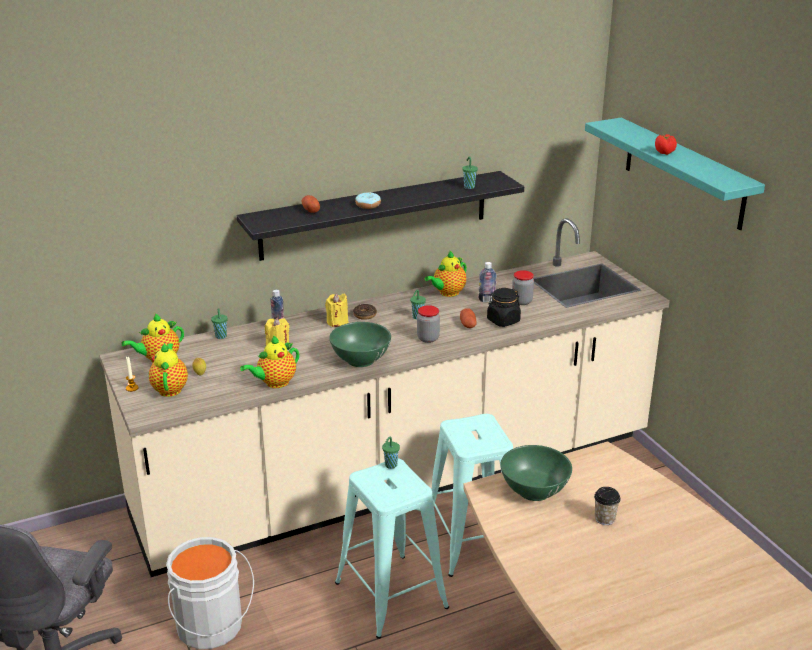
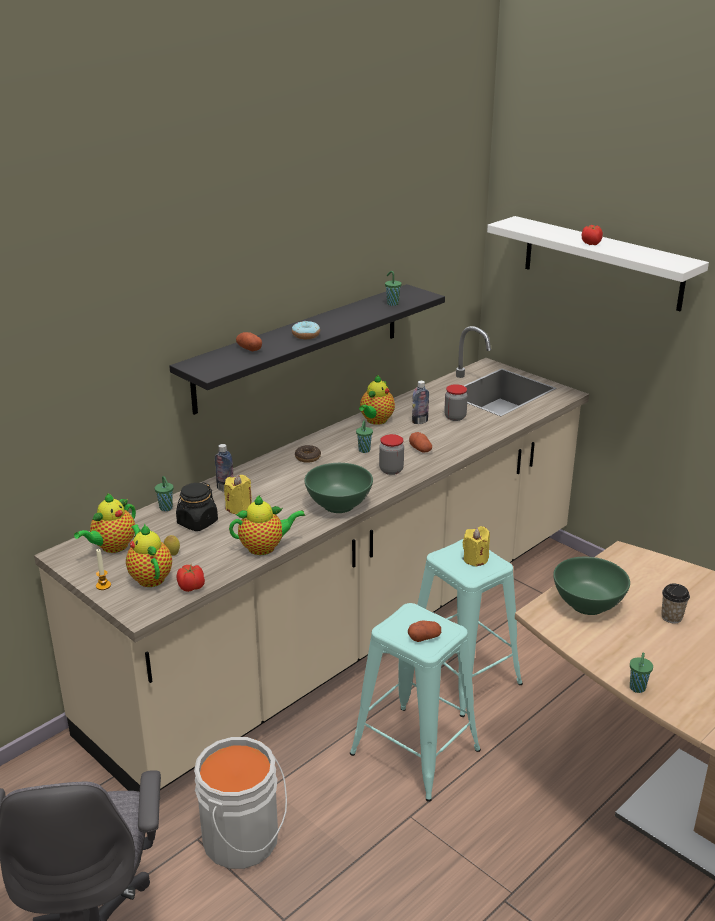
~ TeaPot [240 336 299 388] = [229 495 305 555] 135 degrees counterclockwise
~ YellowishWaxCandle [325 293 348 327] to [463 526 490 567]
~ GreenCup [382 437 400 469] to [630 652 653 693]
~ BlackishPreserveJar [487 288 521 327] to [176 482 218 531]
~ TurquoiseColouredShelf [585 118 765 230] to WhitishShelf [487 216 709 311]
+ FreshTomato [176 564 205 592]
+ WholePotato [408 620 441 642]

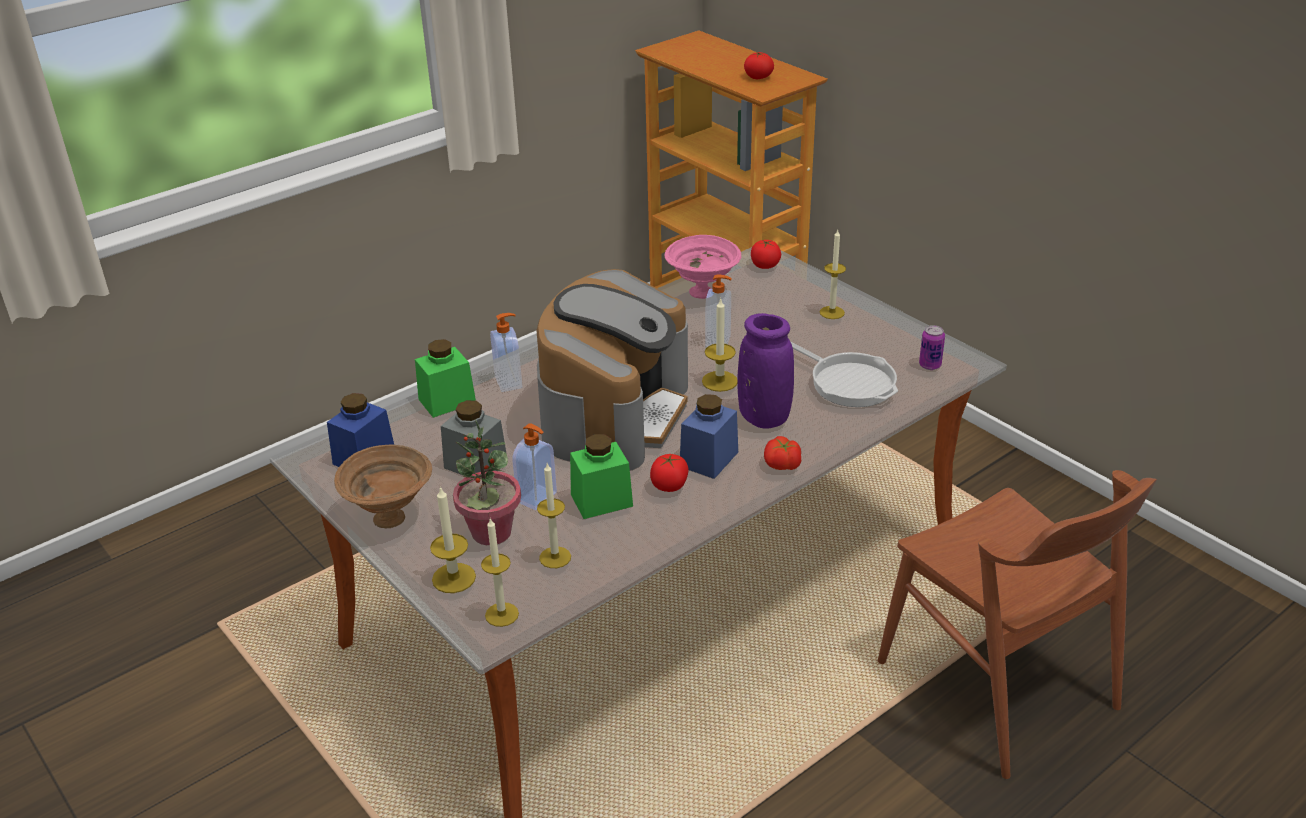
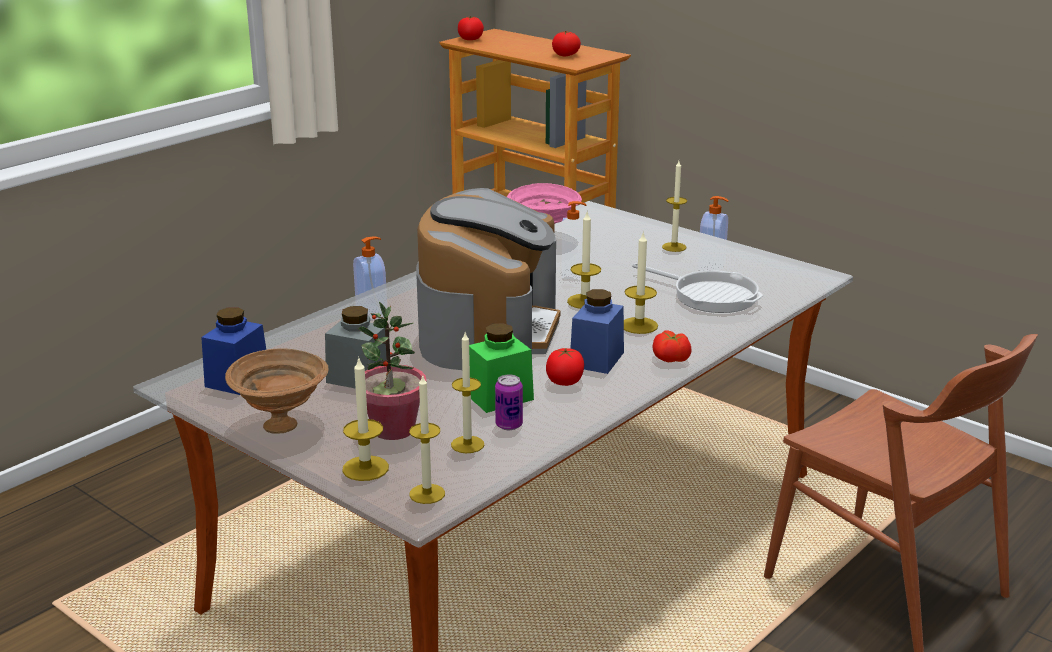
- GreenPreserveJar [415 339 476 418]
~ SoapDispenser [512 424 557 510] to [697 196 729 271]
~ PurplishFlowerVase [737 313 794 429] to WaxCandle [624 233 658 334]
~ FreshTomato [751 240 781 269] to [458 16 484 40]
~ MetalCan [919 325 945 370] to [495 374 523 430]

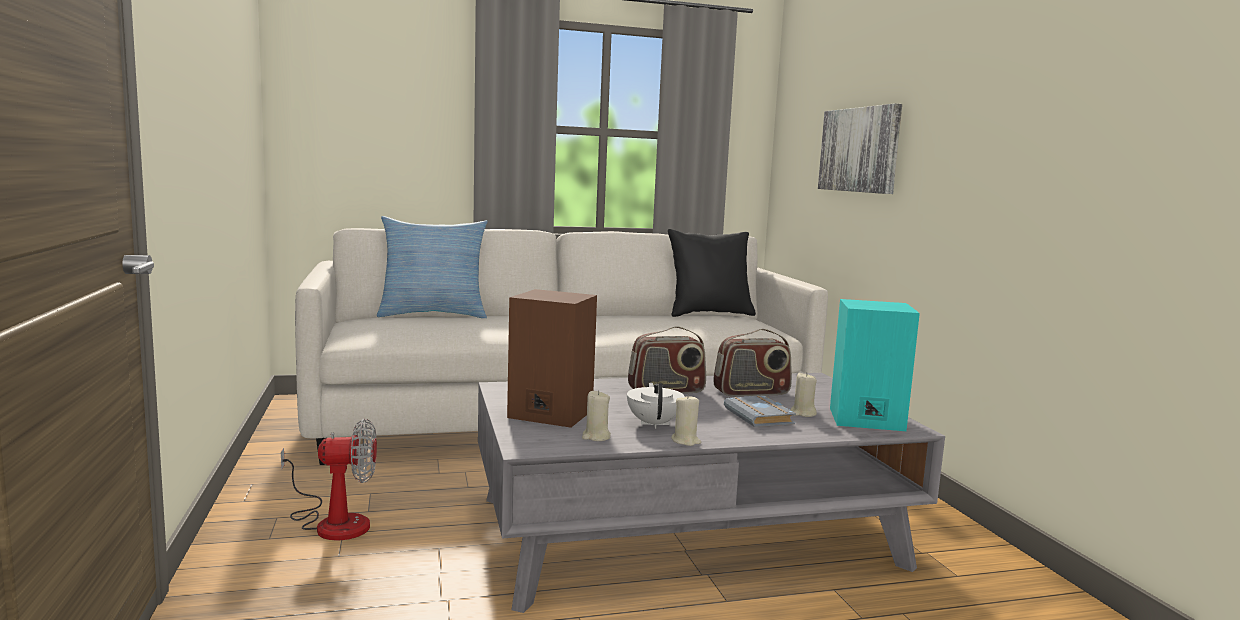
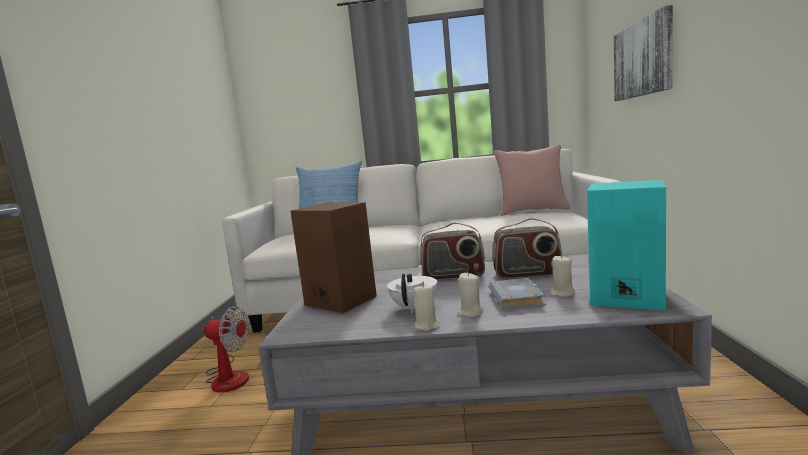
~ SandColouredWaxCandle [582 390 611 441] to [457 272 484 317]
~ BlackishCushion [668 229 756 317] to PinkishCushion [494 145 570 216]

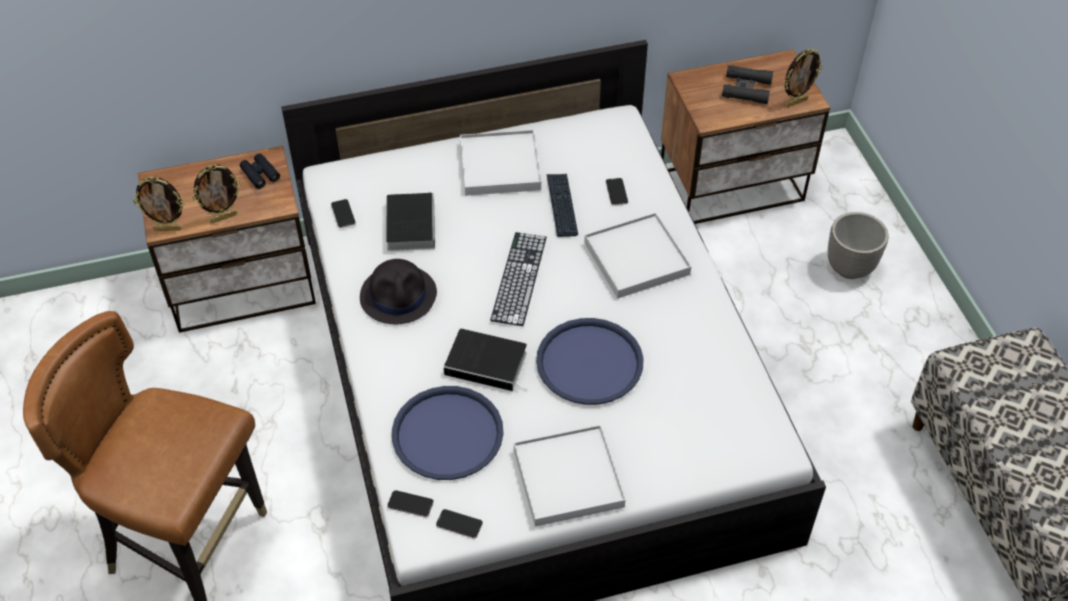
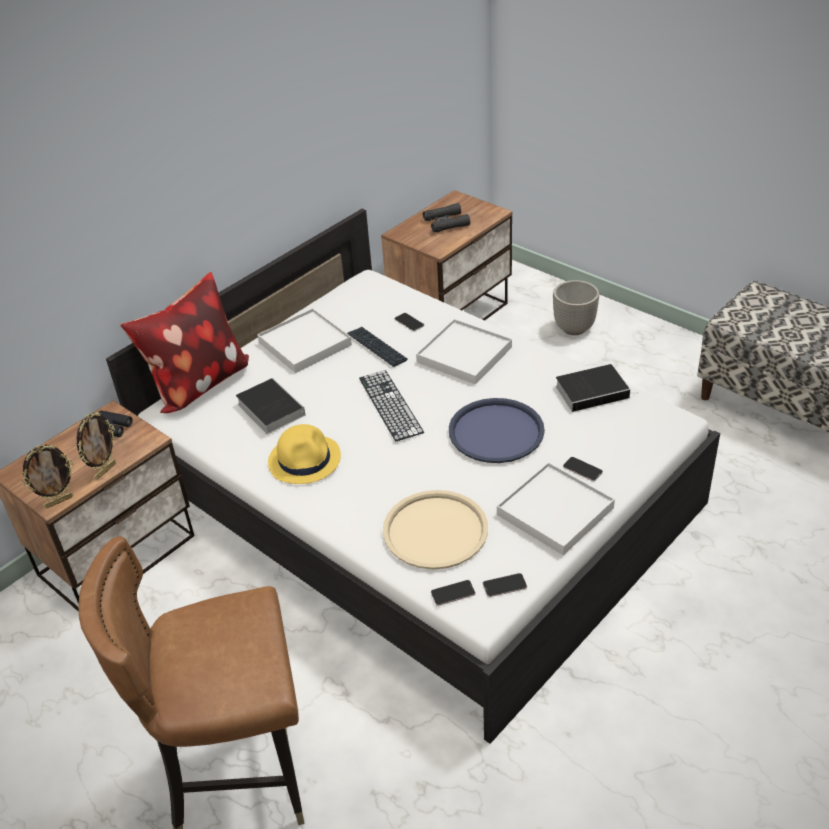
~ Phone [331 199 356 228] to [563 457 603 481]
~ BlackishClothingHat [360 259 437 324] to YellowishClothingHat [268 424 341 484]
~ BluishTray [392 386 504 480] to SandColouredTray [383 490 488 569]
~ Volume [444 329 527 392] to [556 364 639 412]
- PhotoFrame [784 49 823 107]
+ Cushion [120 272 249 413]

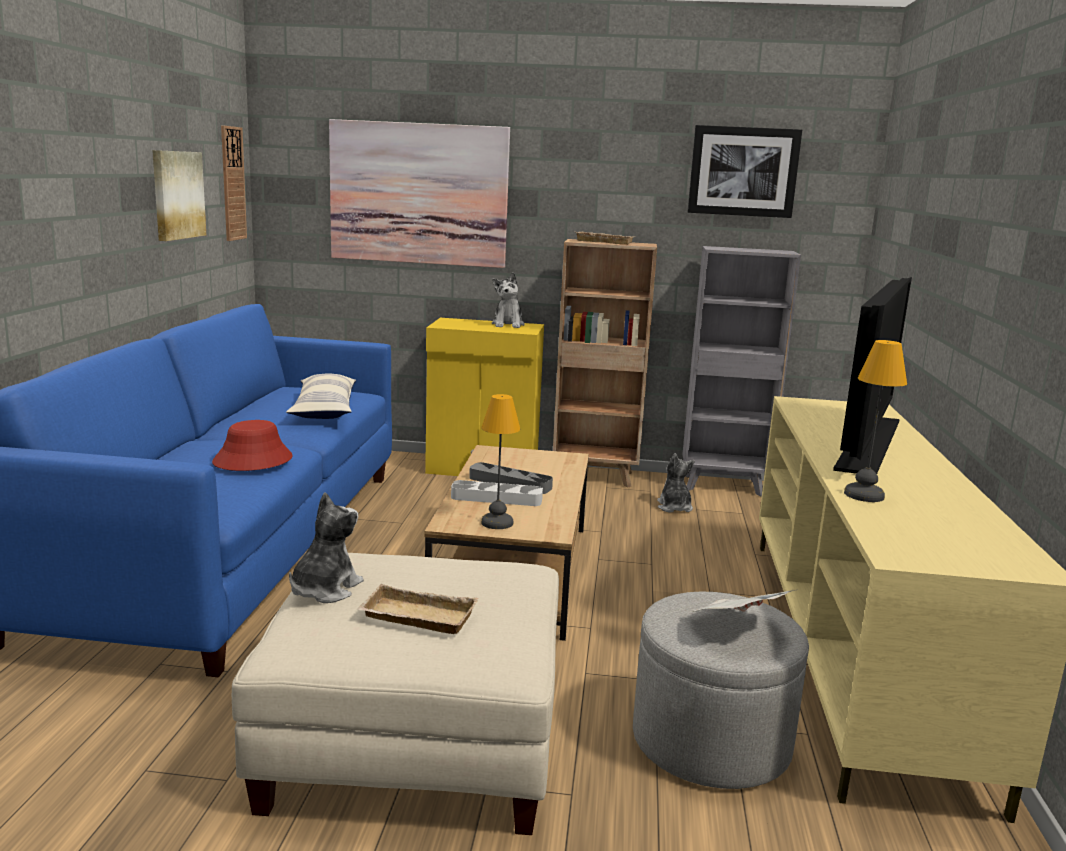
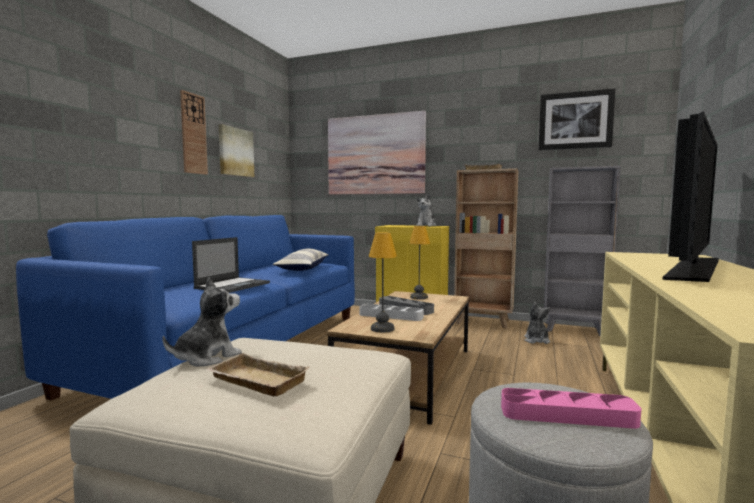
~ RedColouredClothingHat [212 420 293 471] to PortableComputer [192 237 270 293]
~ WallClock [221 125 247 241] to [180 90 208 175]
~ DailyPaper [690 590 795 612] to PinkishTray [501 388 641 429]
~ TabletopLamp [844 340 907 502] to [409 226 430 300]

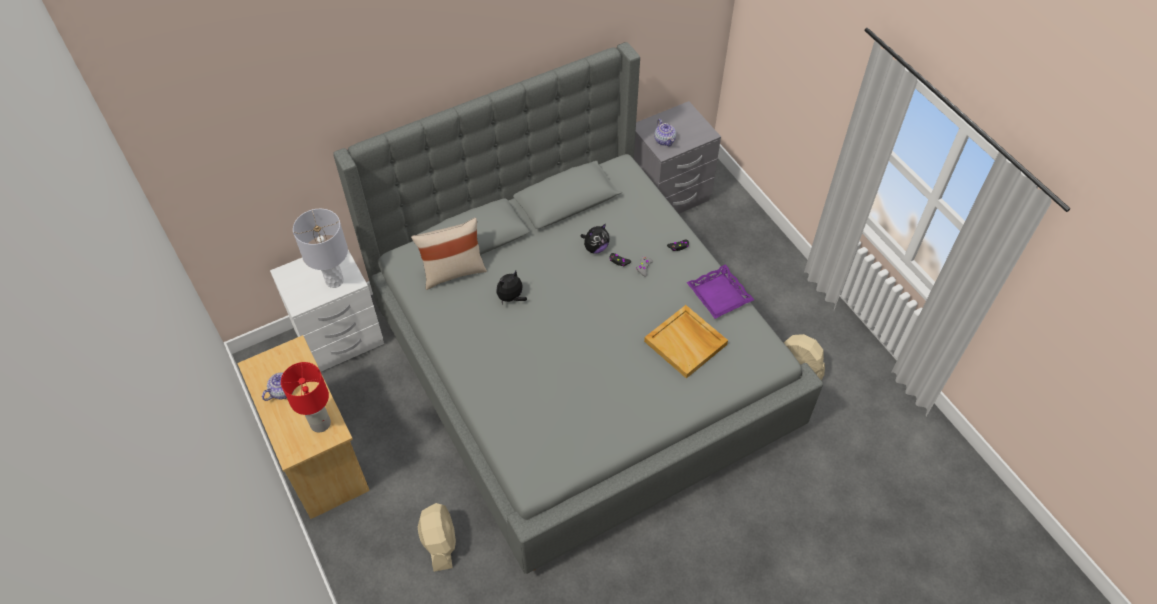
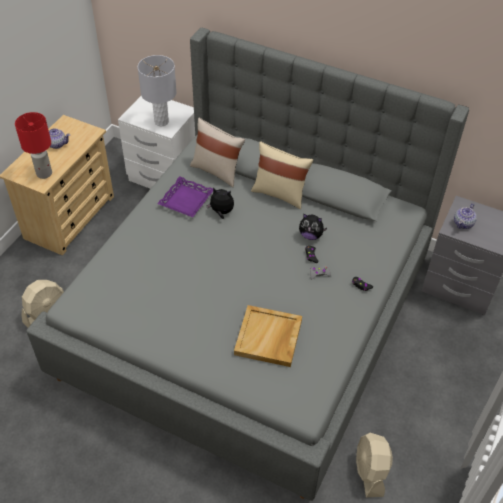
~ PurplishTray [686 264 754 319] to [157 176 213 217]
+ SandColouredCushion [251 141 313 209]

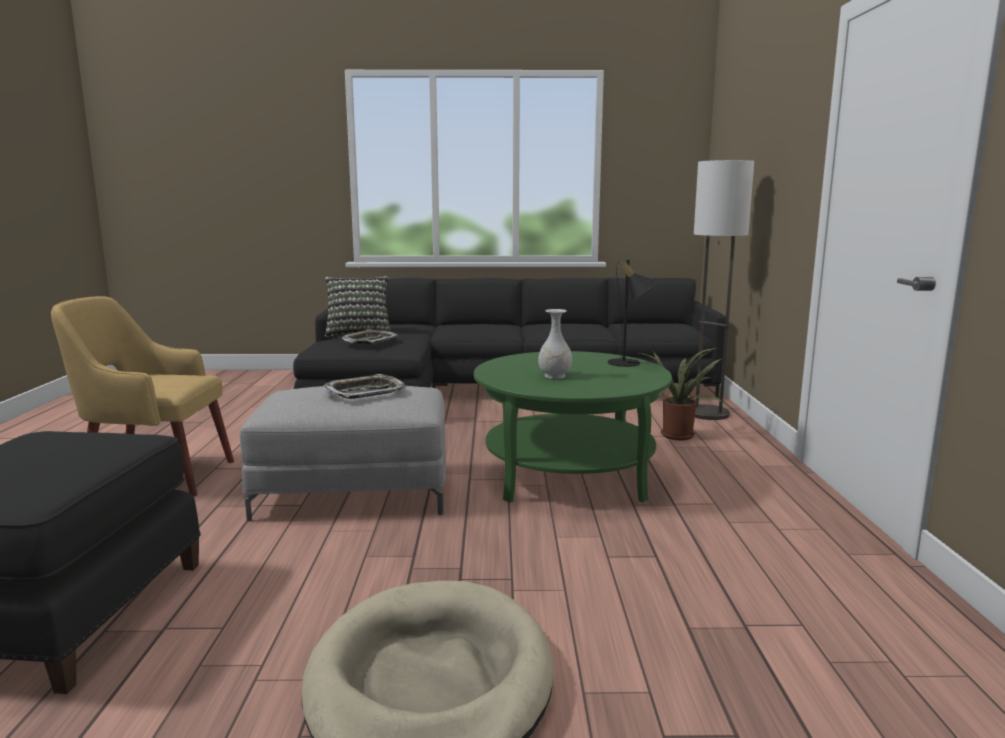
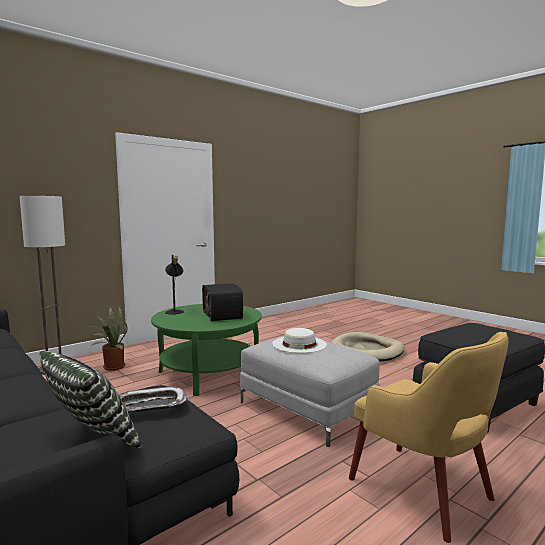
~ Tray [322 374 406 399] to WhitishClothingHat [272 328 327 353]
~ WhitishFlowerVase [538 309 572 379] to Radio [202 283 243 321]

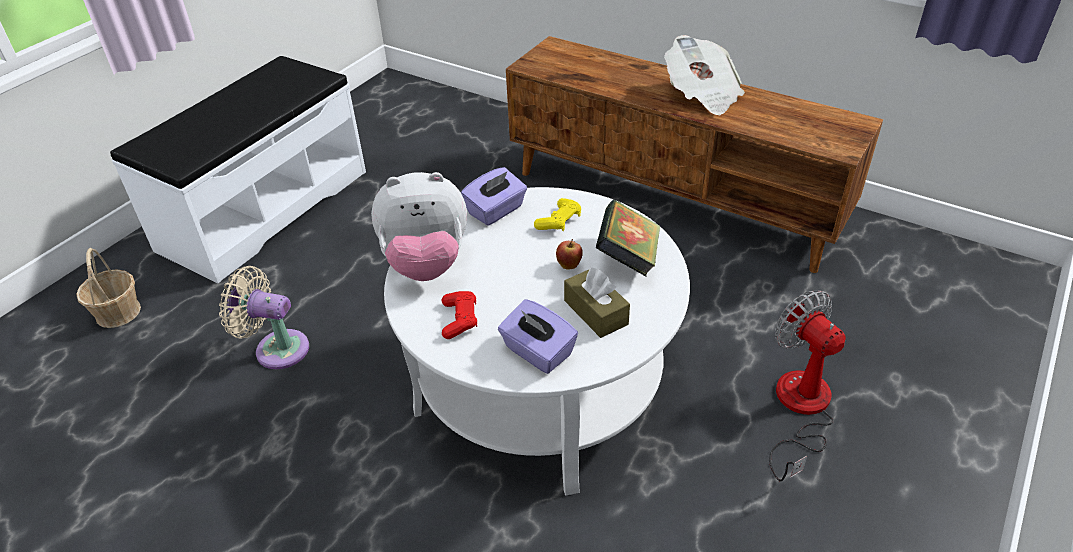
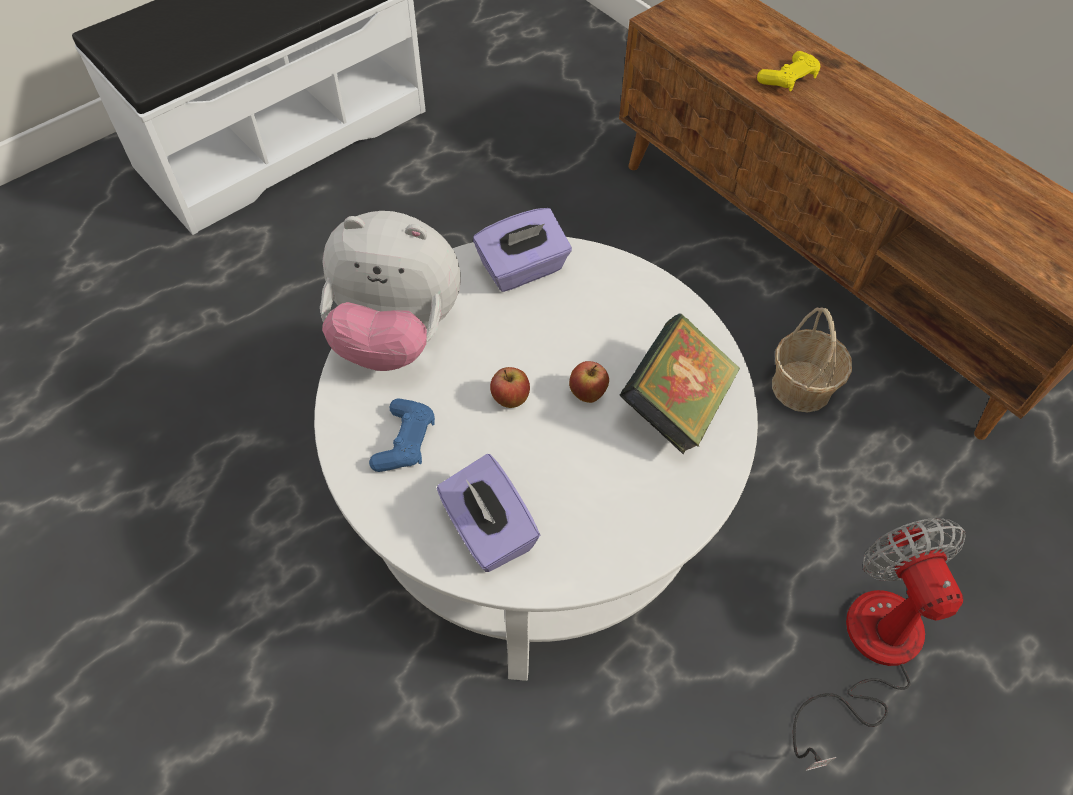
~ HouseholdBasket [76 248 141 328] to [772 307 852 413]
- SandColouredFan [219 266 309 369]
~ RedColouredJoypad [442 291 477 339] to BluishJoypad [369 398 435 472]
~ YellowishJoypad [534 198 581 231] to [757 51 820 92]
- BrownishBoxOfTissues [564 267 630 338]
- DailyPaper [664 35 745 115]
+ WholeApple [490 367 530 408]

